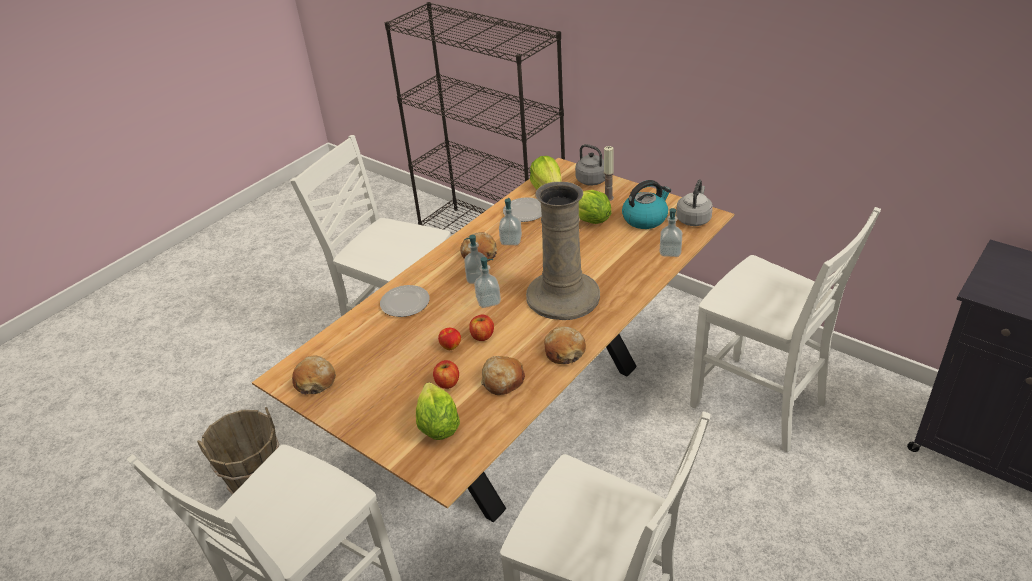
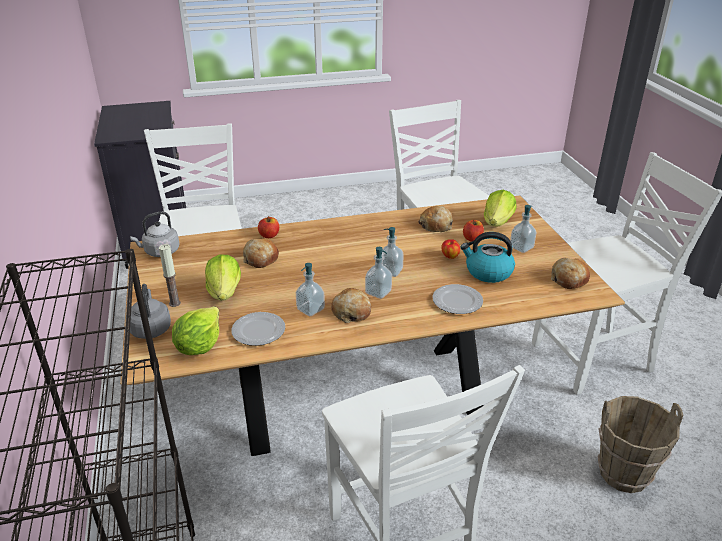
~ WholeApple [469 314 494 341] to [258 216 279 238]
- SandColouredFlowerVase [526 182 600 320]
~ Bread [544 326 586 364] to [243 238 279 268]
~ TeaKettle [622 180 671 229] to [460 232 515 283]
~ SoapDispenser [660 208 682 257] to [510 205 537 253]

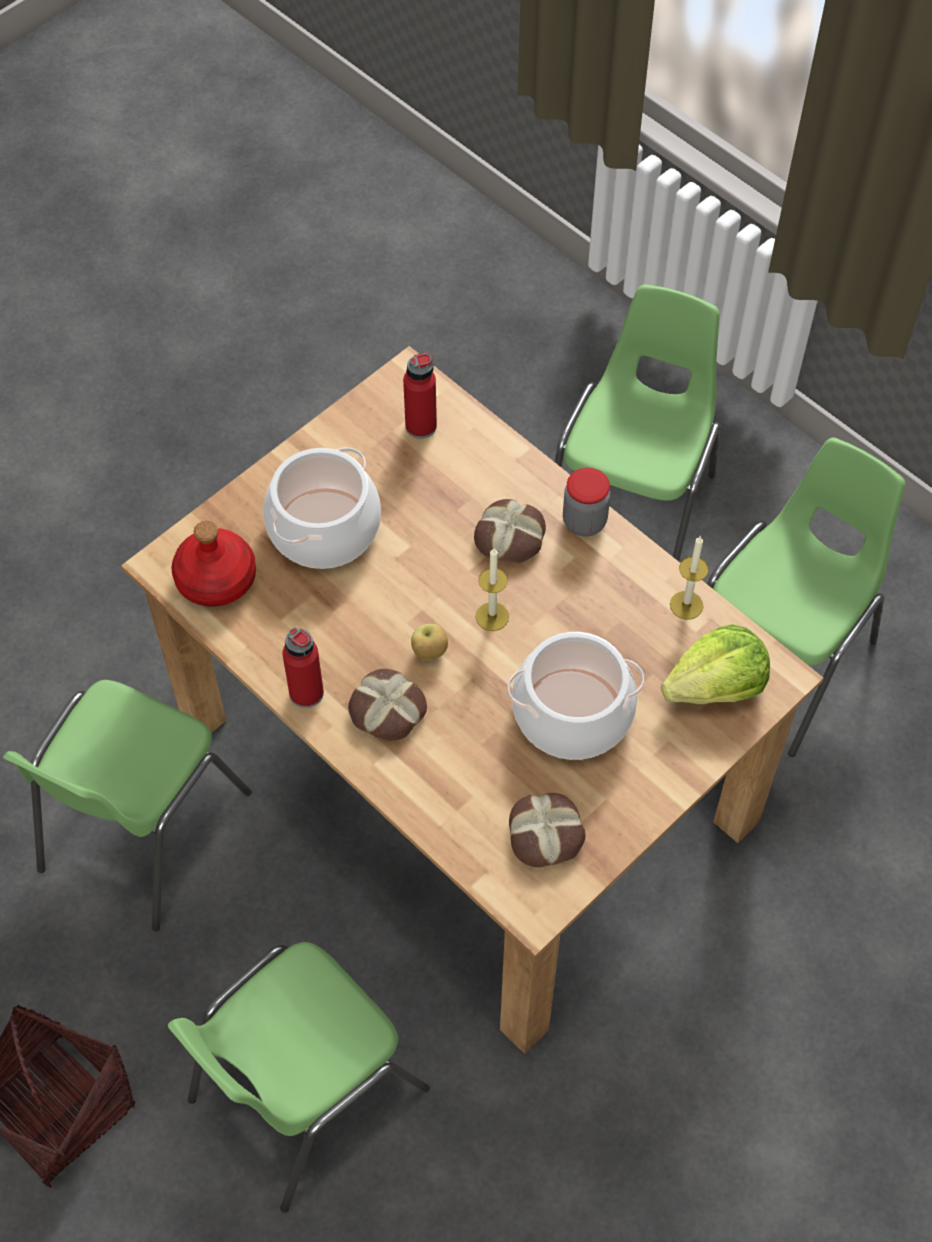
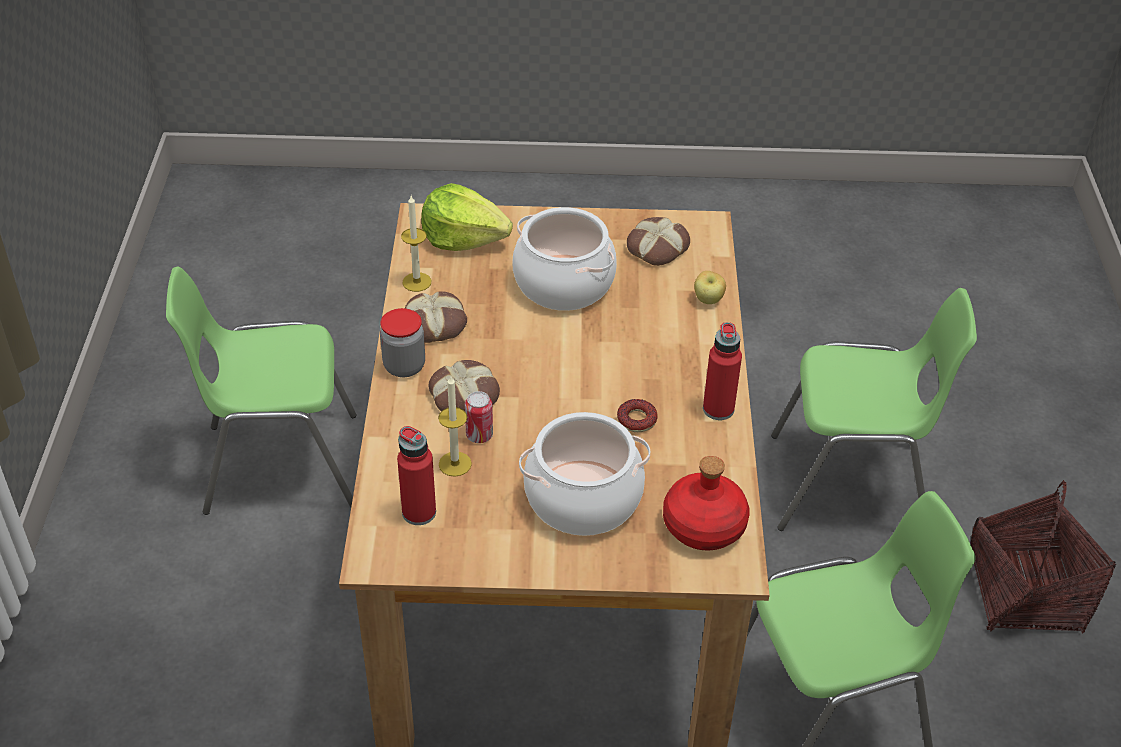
~ Bread [348 669 427 741] to [405 291 467 343]
~ WholeApple [411 624 448 659] to [694 271 726 304]
~ WaxCandle [475 548 509 631] to [438 376 472 477]
- GreenPlainChair [555 284 720 561]
+ MetalCan [465 391 493 443]
+ Donut [617 399 658 432]

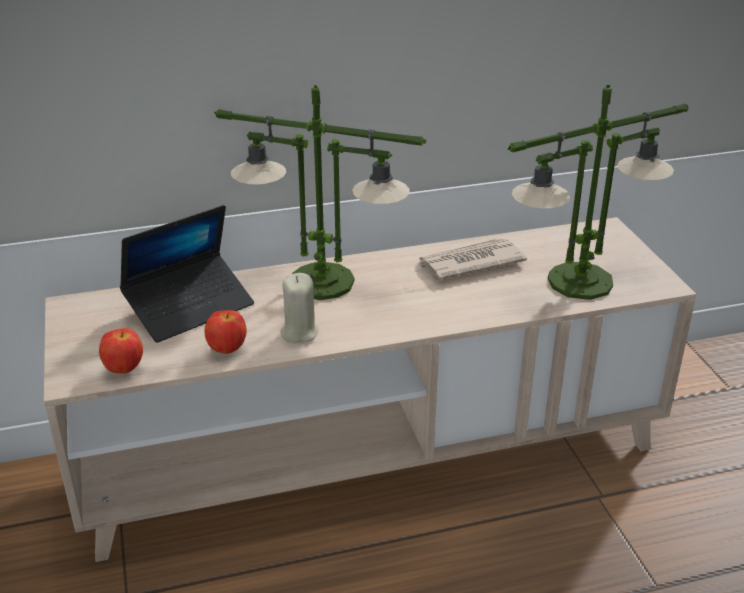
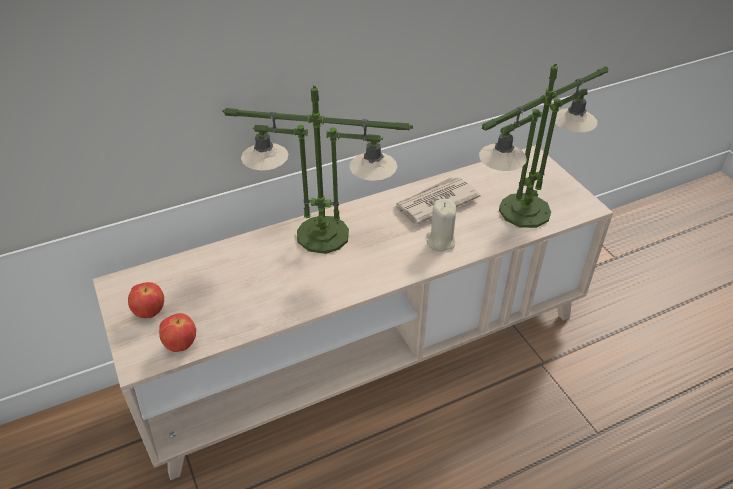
- PortableComputer [120 205 254 343]
~ WholeApple [205 310 247 354] to [128 282 164 318]
~ SandColouredWaxCandle [281 273 319 343] to [427 199 457 252]

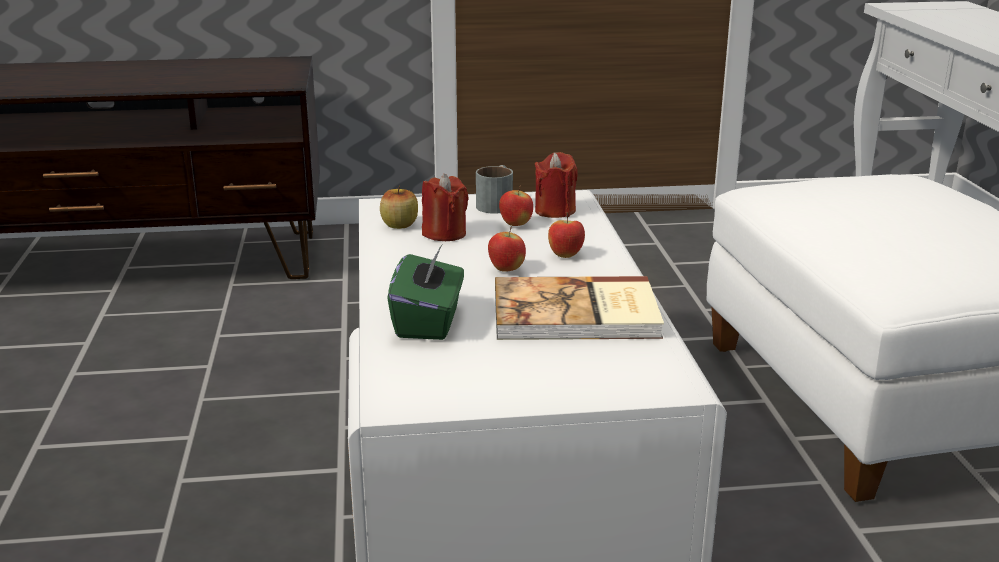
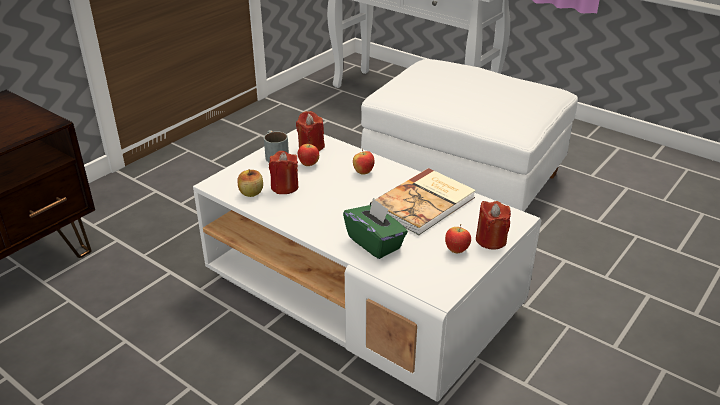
~ WholeApple [488 226 526 272] to [445 224 471 253]
+ RedColouredWaxCandle [476 201 511 250]

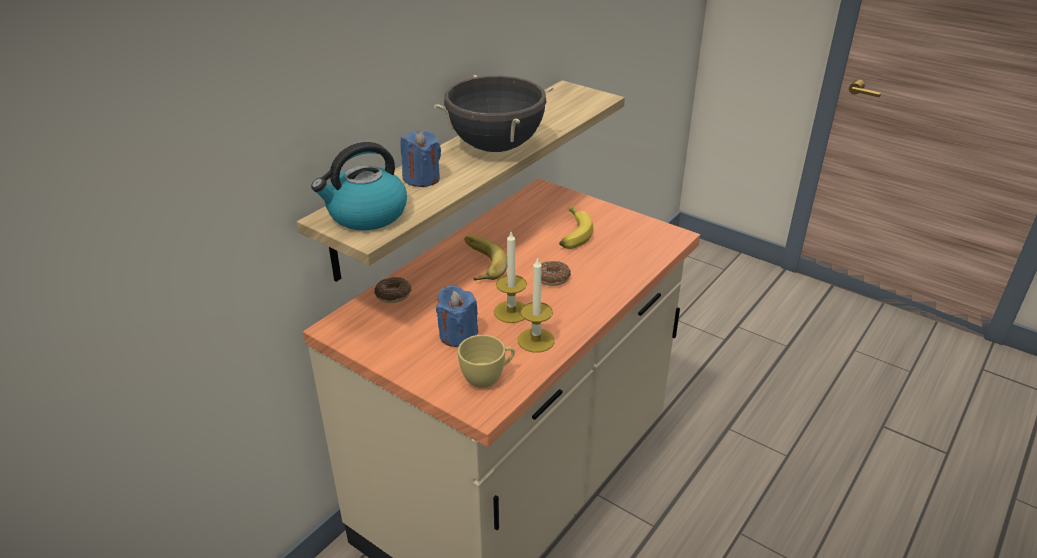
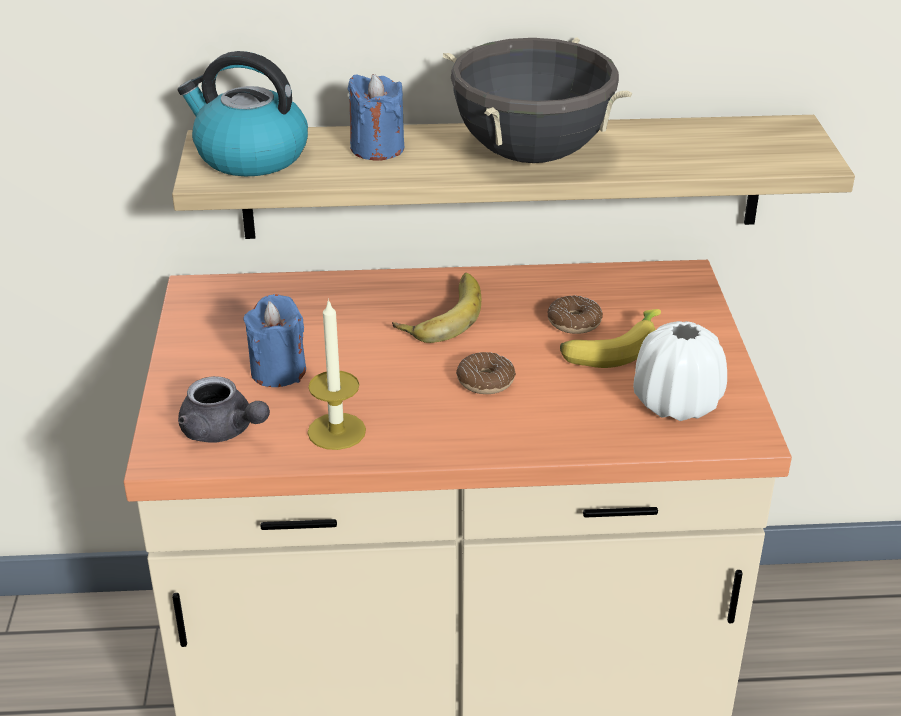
~ Donut [374 277 412 303] to [547 296 603 334]
~ YellowishCup [458 335 515 388] to GrayTeaPot [178 376 270 443]
- WaxCandle [494 232 527 323]
+ WhitishFlowerVase [633 321 727 421]

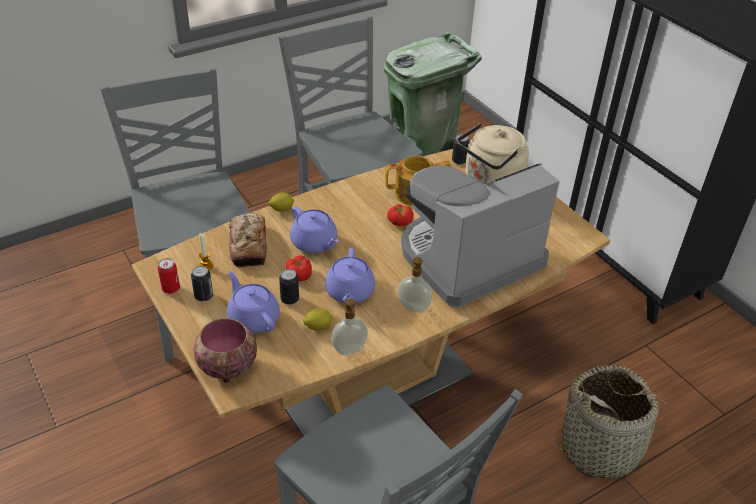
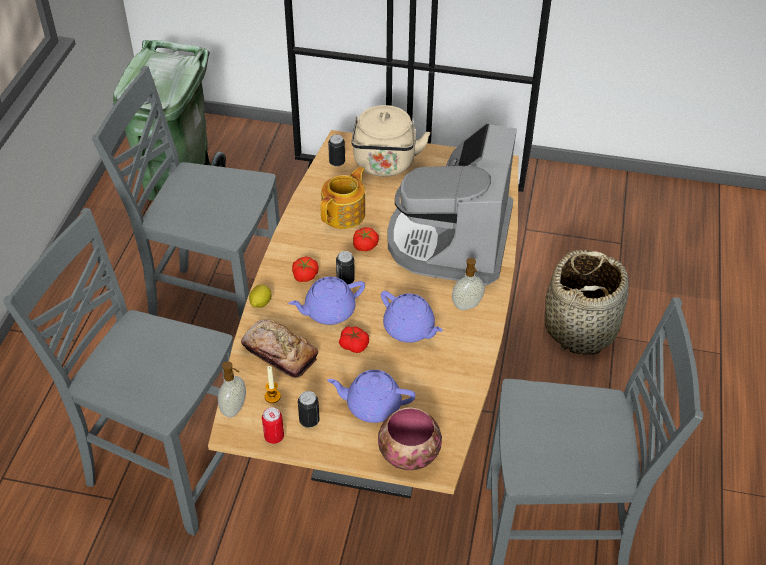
~ MetalCan [279 269 299 305] to [336 251 355 285]
~ PurplishTeaPot [290 206 339 253] = [288 277 365 325] 150 degrees clockwise
- CitrusFruit [303 308 333 331]
~ SoapDispenser [331 298 368 355] to [218 361 246 417]
+ FreshTomato [292 257 319 282]

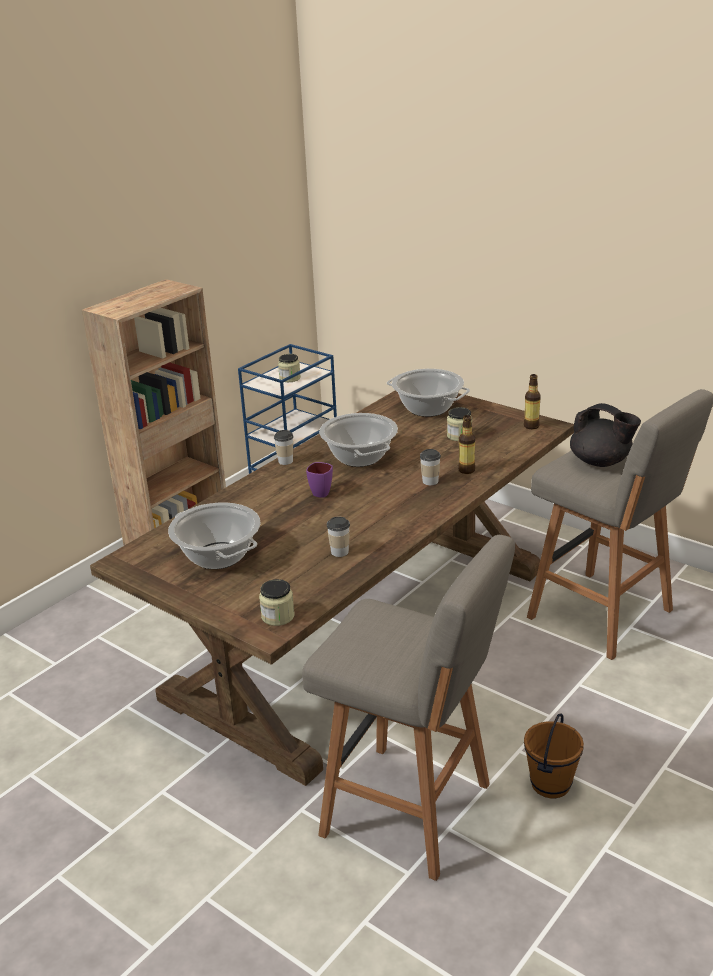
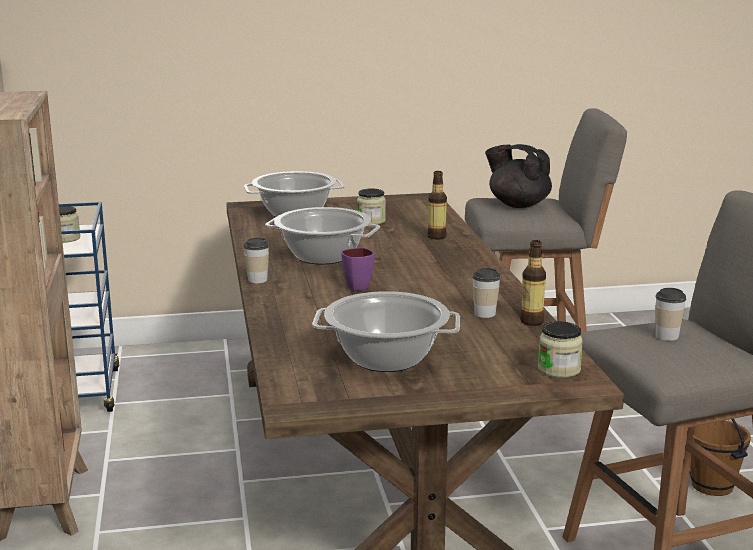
~ Cup [420 449 441 485] to [655 288 686 341]
~ Bottle [524 374 541 429] to [520 240 546 326]
~ BlackishTeaPot [570 403 641 467] = [485 144 552 208] 135 degrees counterclockwise

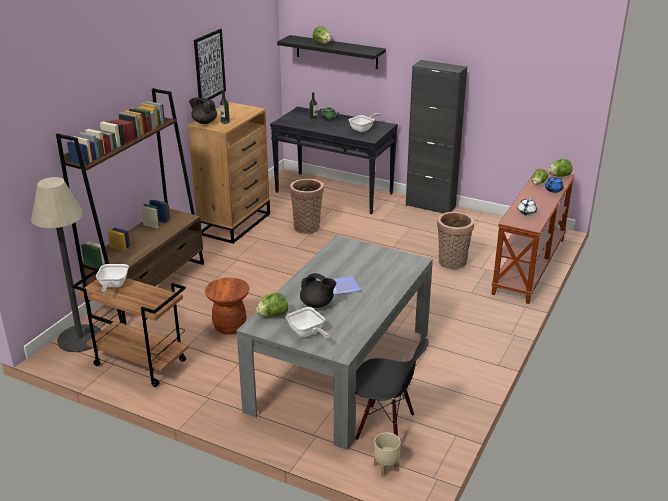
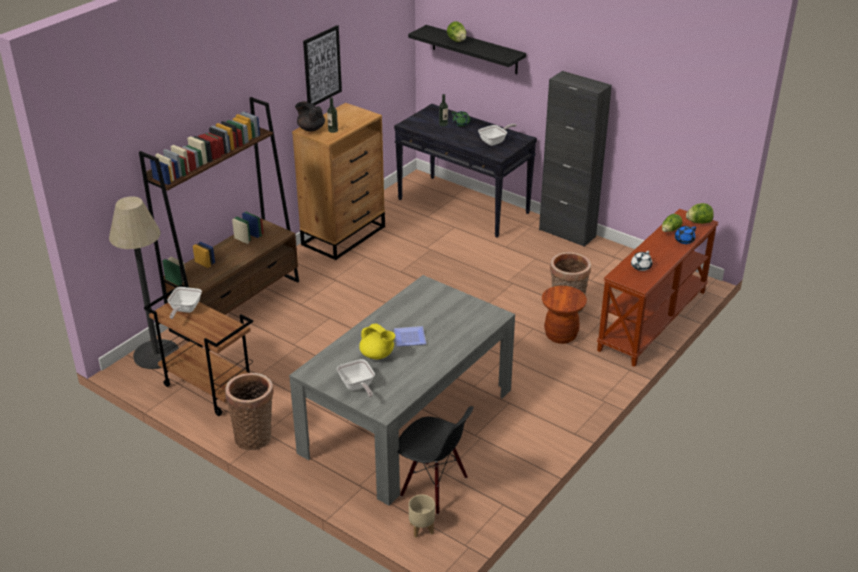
~ BrownishStoolSeat [205 277 249 335] to [542 286 587 344]
- LettuceHead [256 293 288 317]
~ HouseholdBasket [290 179 324 234] to [225 373 274 450]
~ BlackishTeaPot [300 273 336 308] to YellowishTeaPot [359 323 395 359]

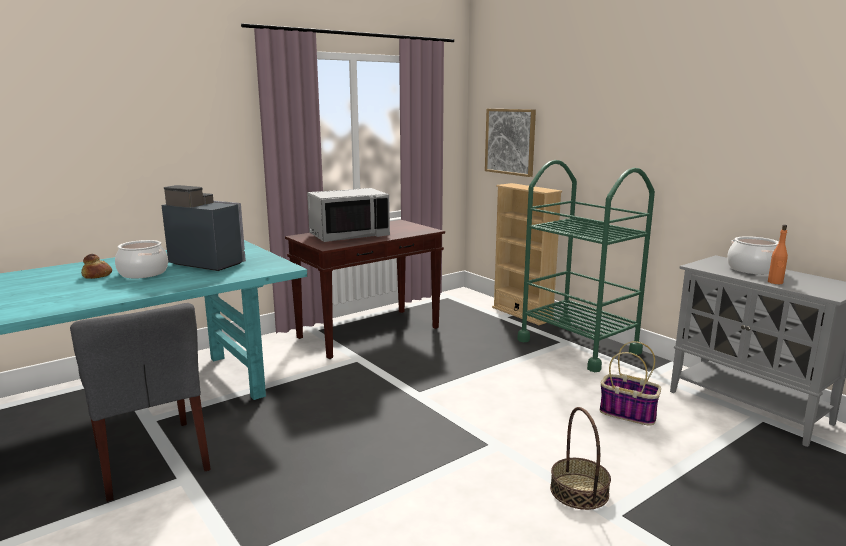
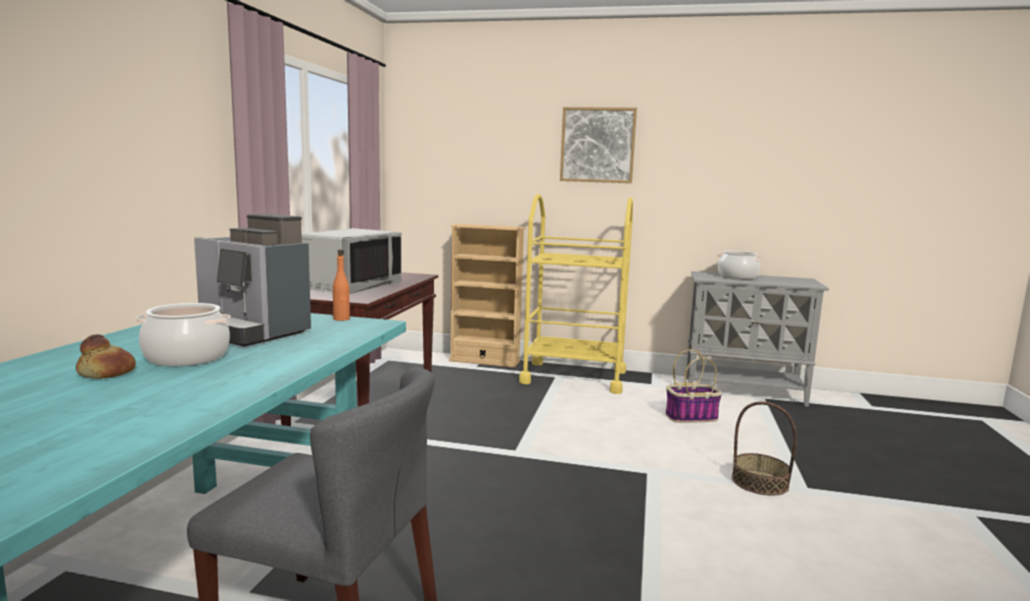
~ CoffeeMachine [161 185 246 271] = [194 214 311 347] 135 degrees counterclockwise
~ WallPicture [485 109 536 177] to [560 107 637 183]
~ GreenCart [517 160 655 372] to YellowishCart [519 194 633 394]
~ OrangeColouredBottle [768 225 788 284] to [333 249 350 321]

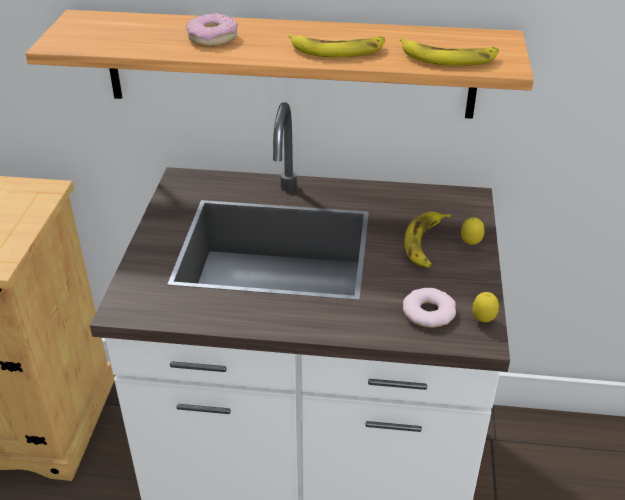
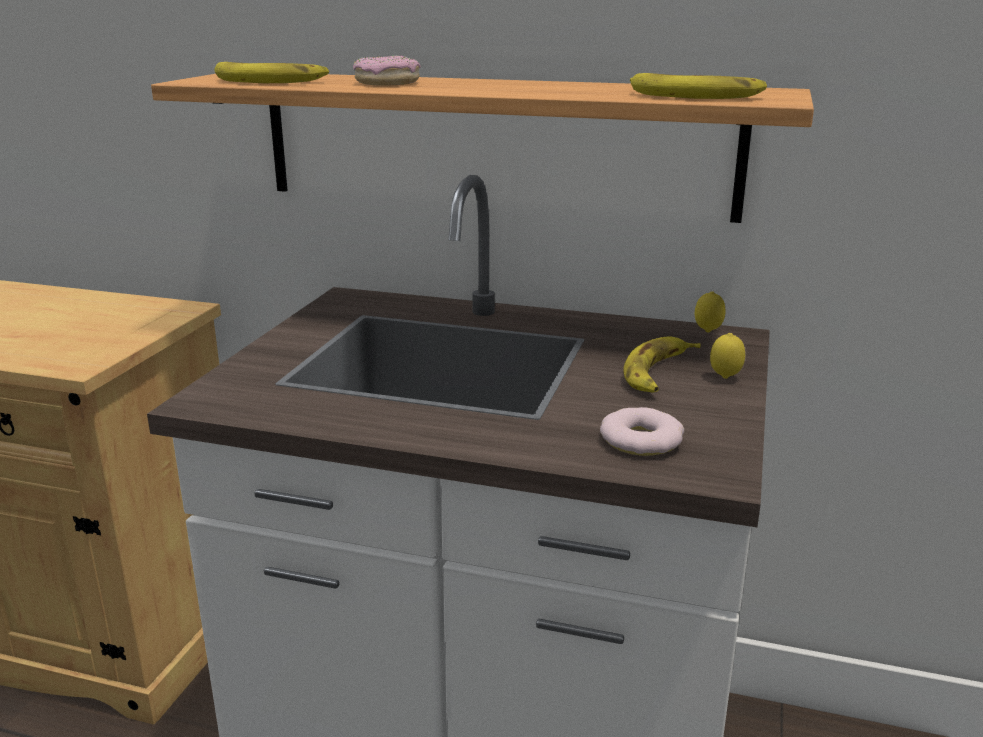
~ BananaFruit [288 34 385 58] to [214 62 329 83]
~ CitrusFruit [473 292 499 322] to [695 291 725 333]

